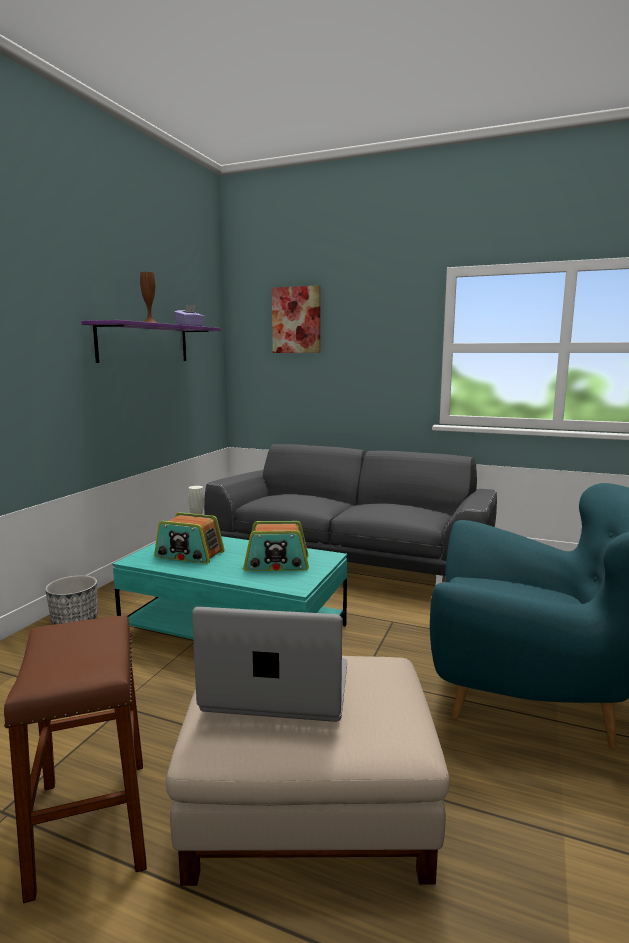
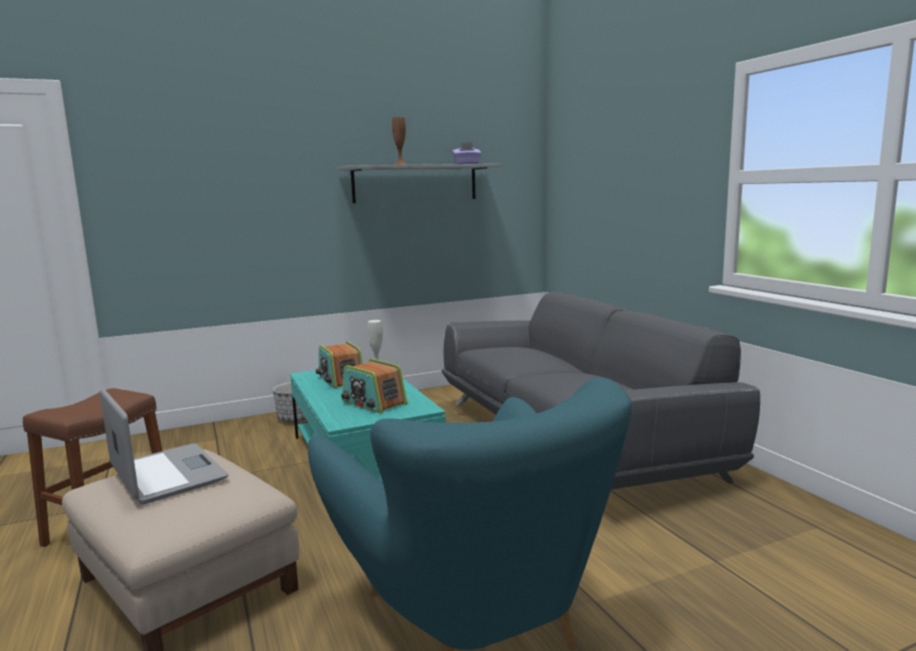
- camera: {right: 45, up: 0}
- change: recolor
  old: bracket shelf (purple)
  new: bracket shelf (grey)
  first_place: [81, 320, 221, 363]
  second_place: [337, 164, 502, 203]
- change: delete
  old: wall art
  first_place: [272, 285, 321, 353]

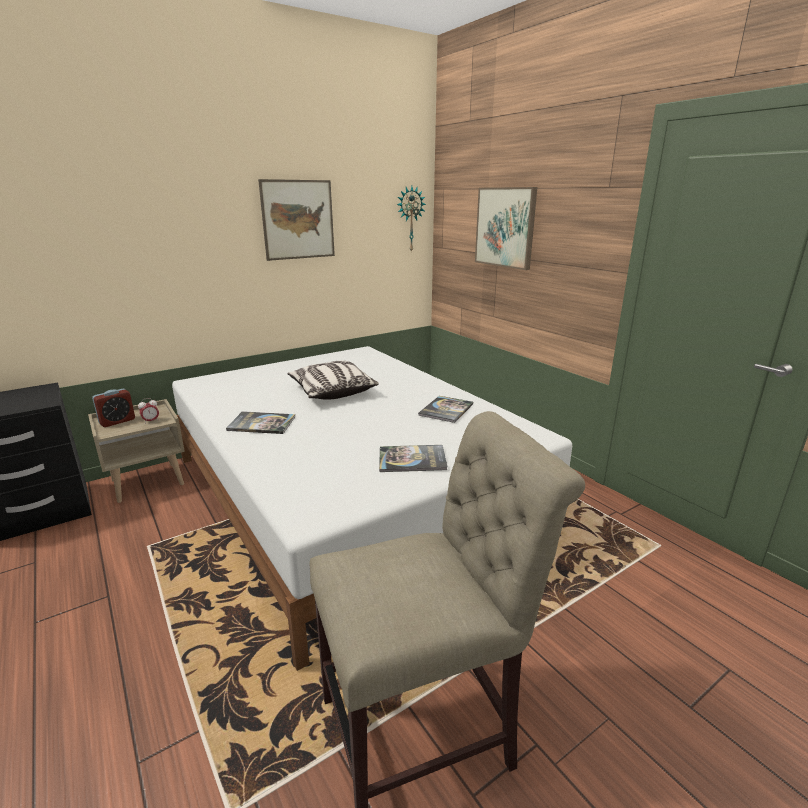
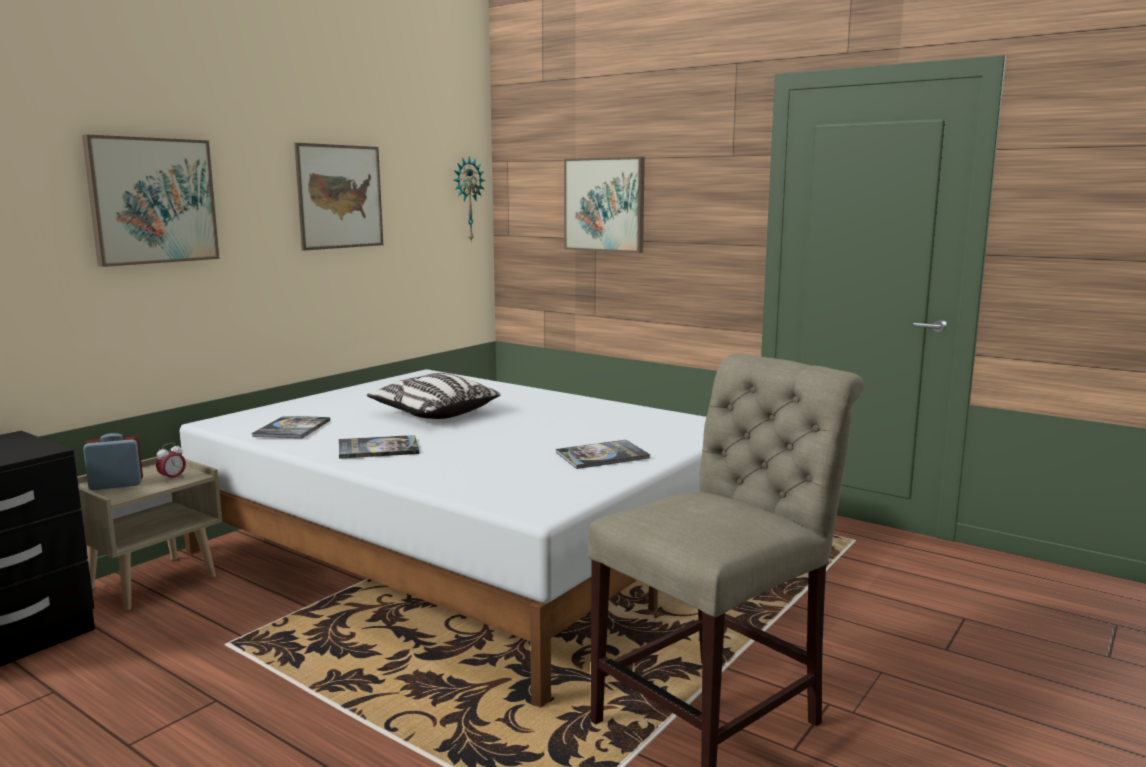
- camera: {right: -20, up: -10}
- change: rotate
  old: bedside clock
  first_place: [92, 389, 135, 427]
  second_place: [83, 433, 143, 490]
  degrees: -135
- change: move
  old: book
  first_place: [418, 396, 473, 423]
  second_place: [252, 416, 330, 438]
- change: insert
  new: wall art
  second_place: [82, 135, 219, 267]

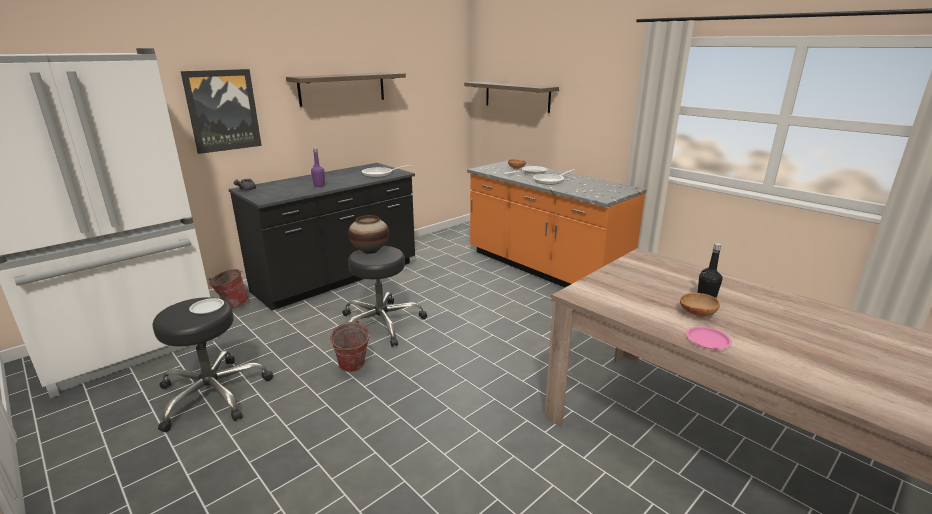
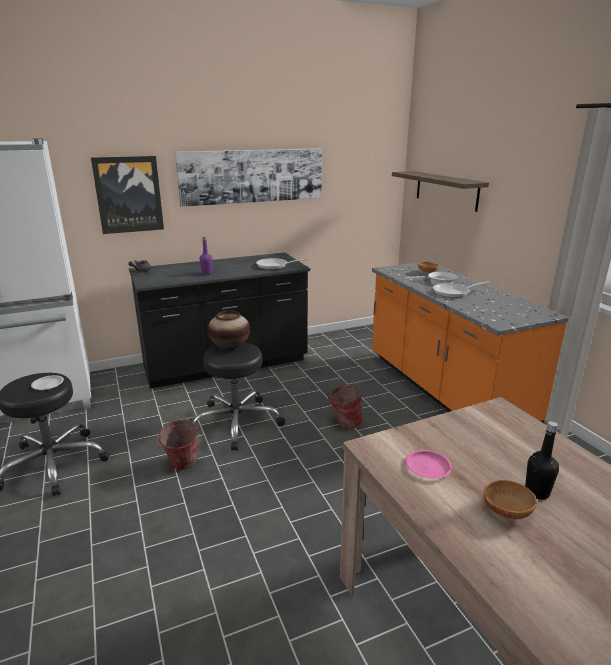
- camera: {right: 20, up: 0}
- change: move
  old: bucket
  first_place: [209, 269, 249, 308]
  second_place: [327, 384, 363, 429]
- change: replace
  old: bracket shelf
  new: wall art
  first_place: [286, 72, 406, 107]
  second_place: [175, 148, 322, 207]
- change: move
  old: plate (pink)
  first_place: [686, 326, 732, 349]
  second_place: [405, 450, 452, 479]

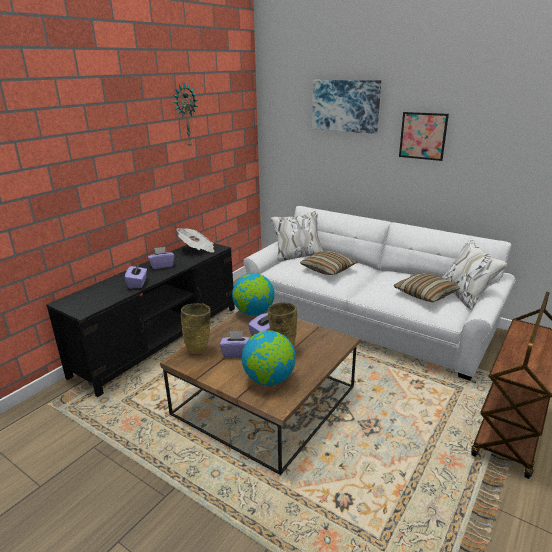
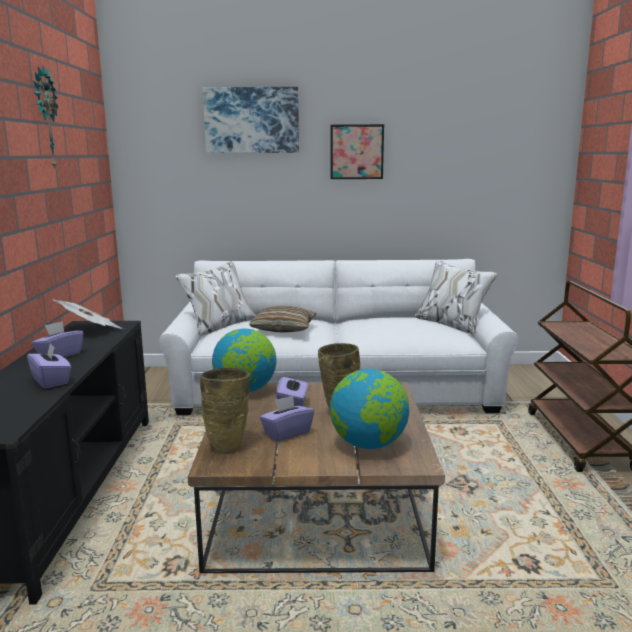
- camera: {right: -35, up: -10}
- change: delete
  old: pillow
  first_place: [394, 273, 460, 302]

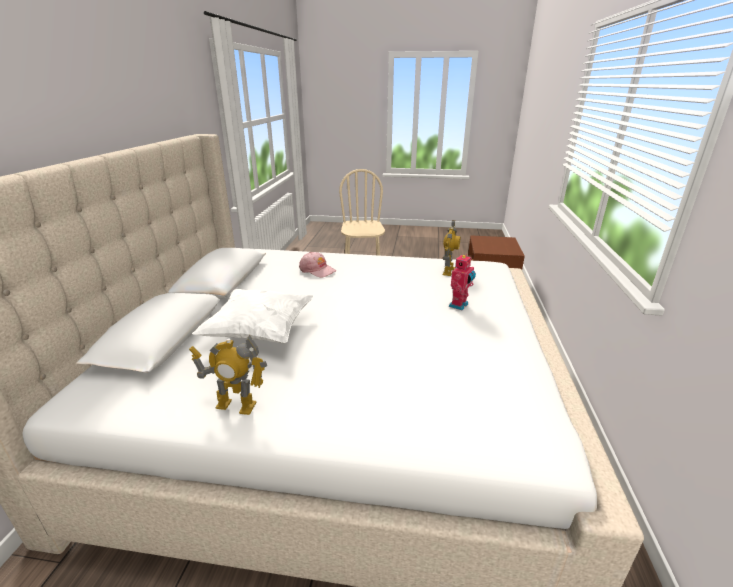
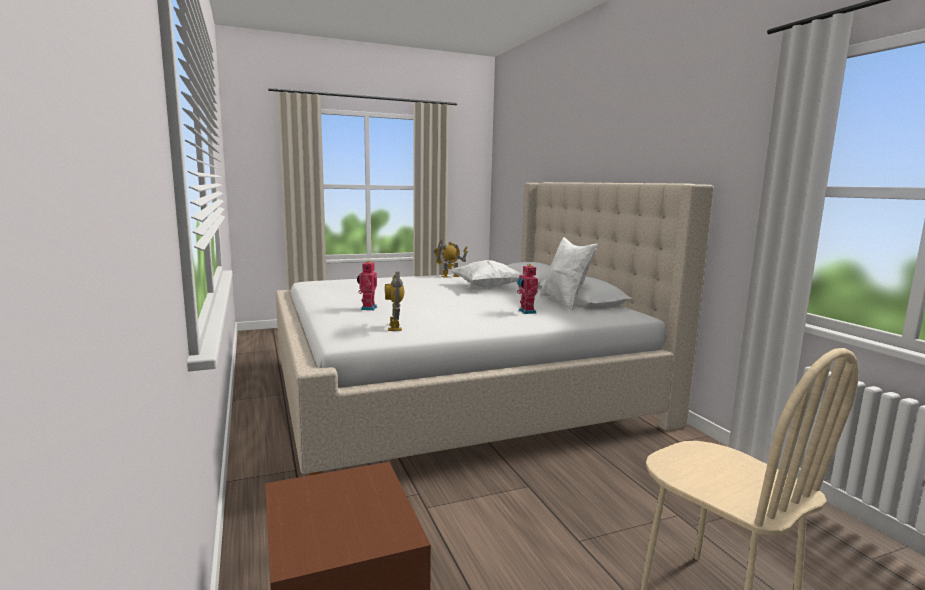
- camera: {right: 150, up: -15}
- change: replace
  old: baseball cap (pink)
  new: toy robot
  first_place: [299, 252, 336, 277]
  second_place: [517, 264, 538, 314]
- change: insert
  new: pillow (white)
  second_place: [540, 237, 598, 311]

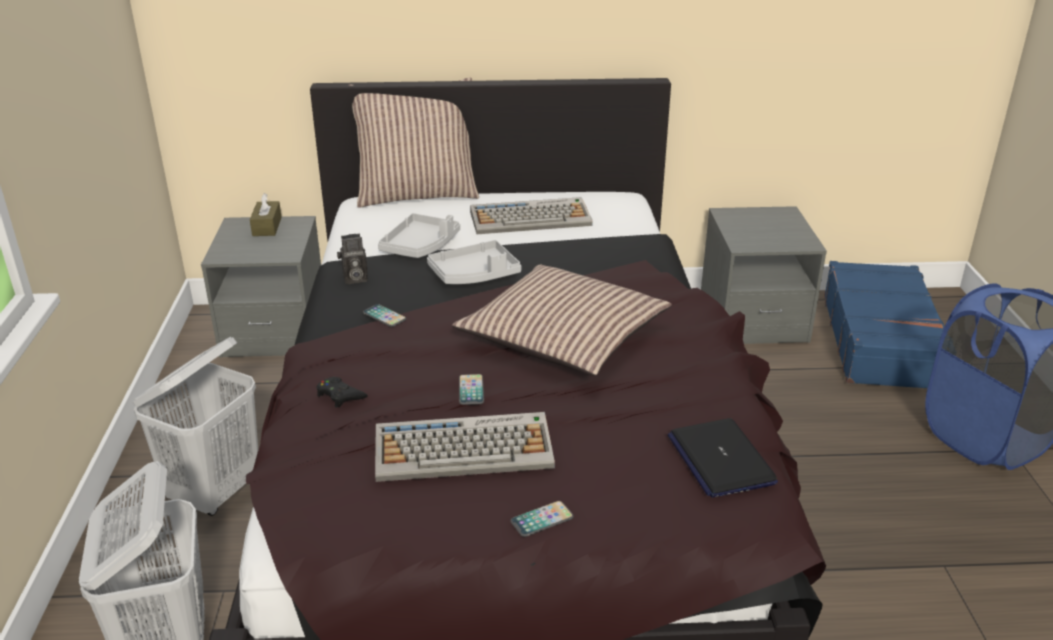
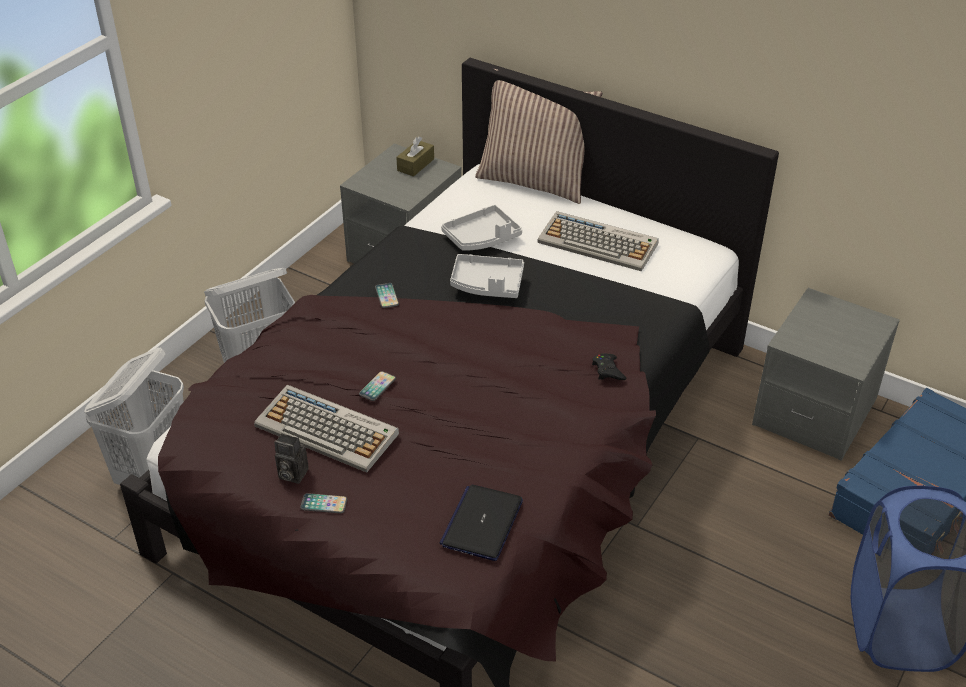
- camera: {right: 35, up: 10}
- change: move
  old: gamepad (black-coloured)
  first_place: [316, 377, 367, 408]
  second_place: [592, 353, 627, 380]
- change: move
  old: photo camera
  first_place: [337, 234, 368, 284]
  second_place: [274, 433, 309, 484]
- change: delete
  old: pillow
  first_place: [452, 265, 672, 376]

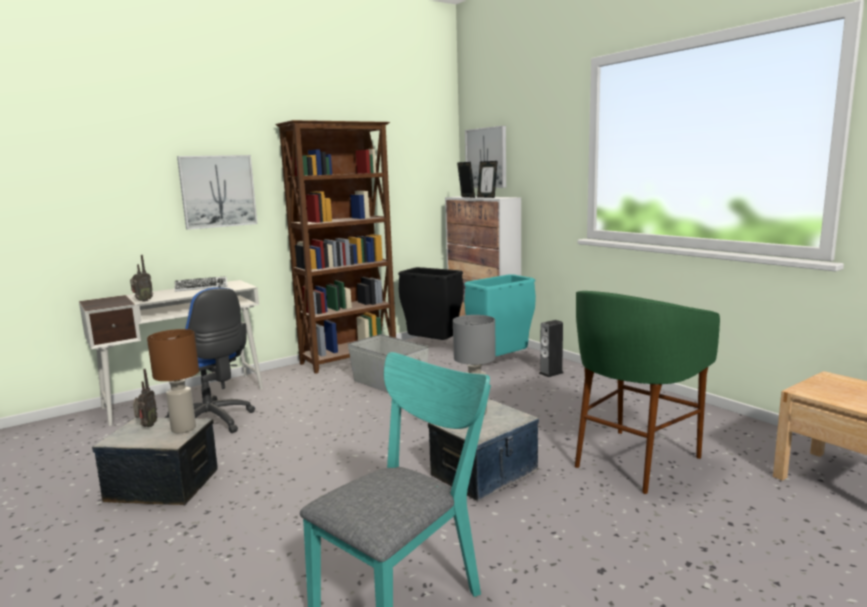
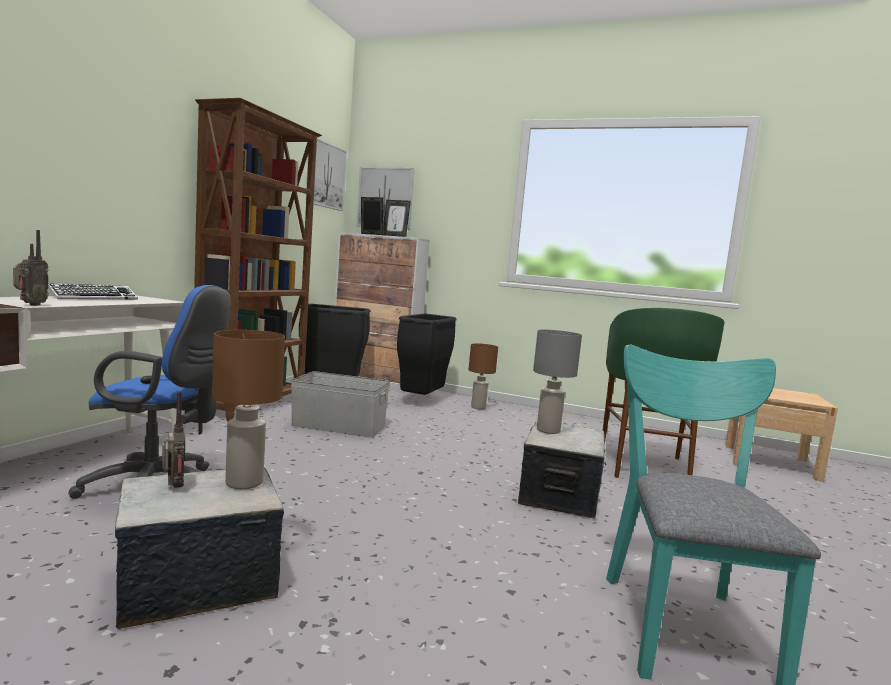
- camera: {right: -35, up: -5}
- change: move
  old: wall art
  first_place: [177, 155, 257, 230]
  second_place: [305, 138, 347, 211]
- change: recolor
  old: trash can (blue-green)
  new: trash can (black-coloured)
  first_place: [464, 274, 536, 356]
  second_place: [397, 314, 456, 395]
- change: replace
  old: audio speaker
  new: table lamp (brown-coloured)
  first_place: [539, 320, 564, 377]
  second_place: [469, 343, 498, 410]

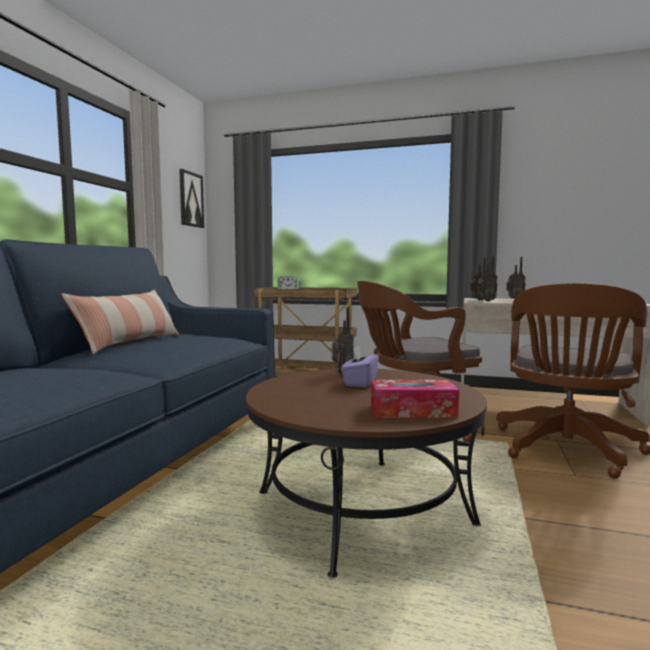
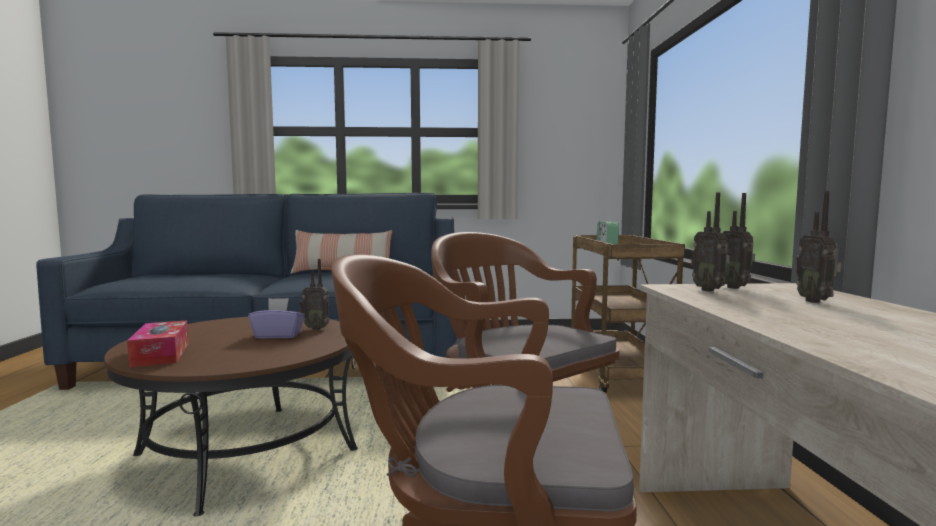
- camera: {right: 70, up: 0}
- change: delete
  old: wall art
  first_place: [179, 169, 204, 228]

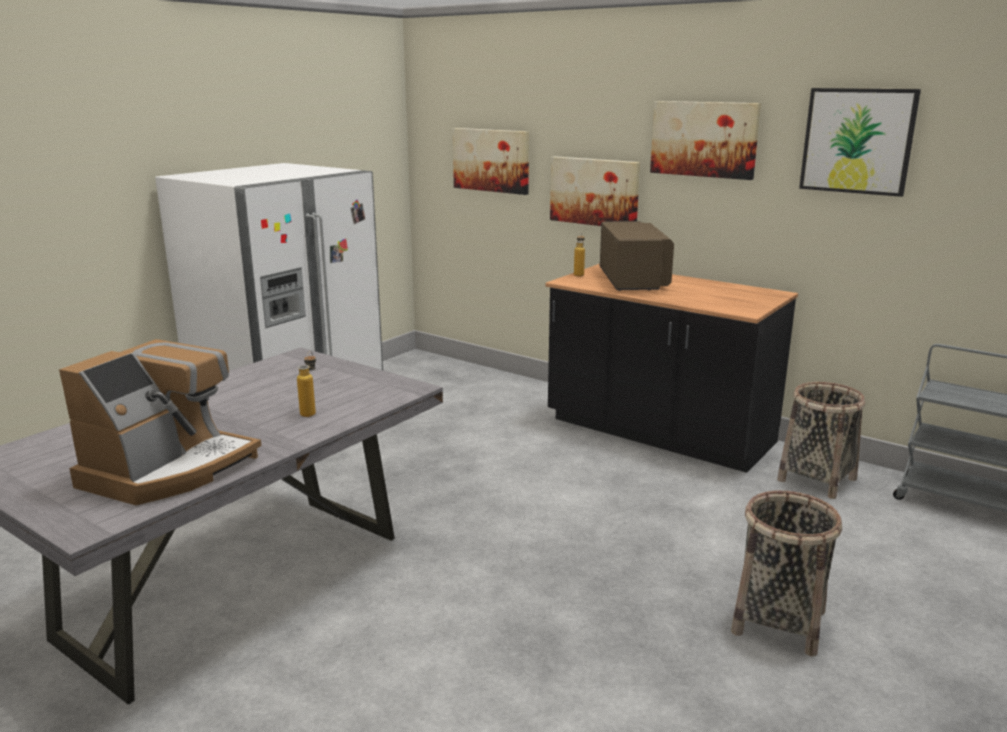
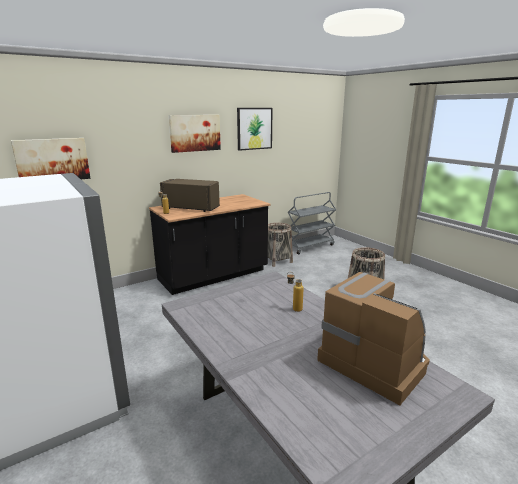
- camera: {right: -70, up: 0}
- change: delete
  old: wall art
  first_place: [550, 156, 640, 226]

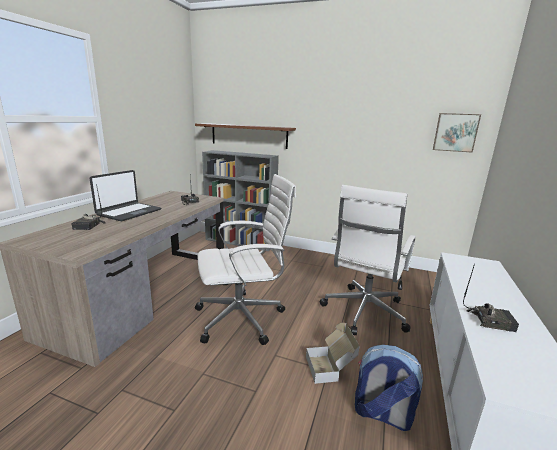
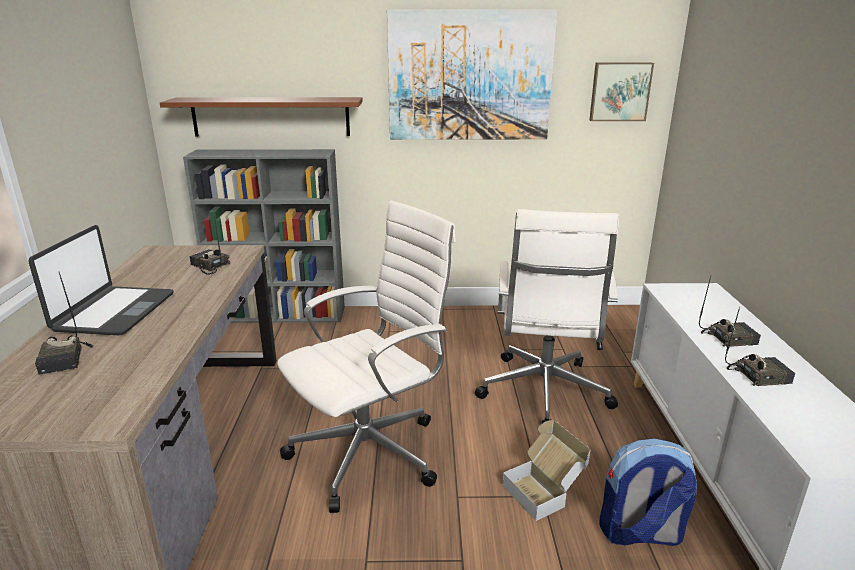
- camera: {right: -20, up: 5}
- change: insert
  new: wall art
  second_place: [387, 9, 558, 140]
- change: insert
  new: radio
  second_place: [699, 276, 761, 347]

